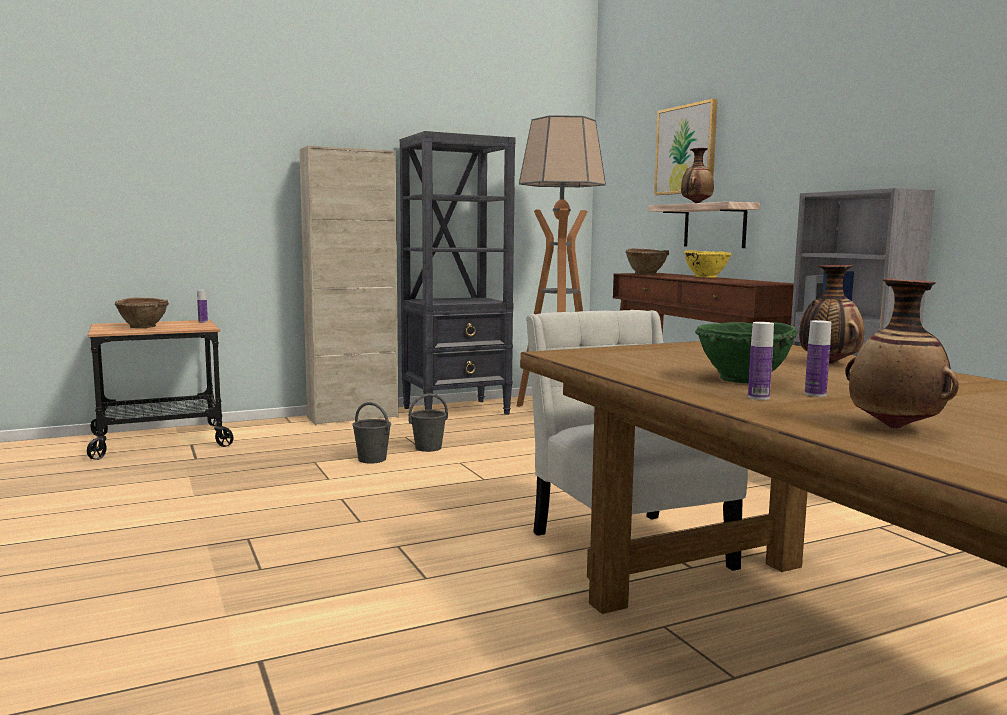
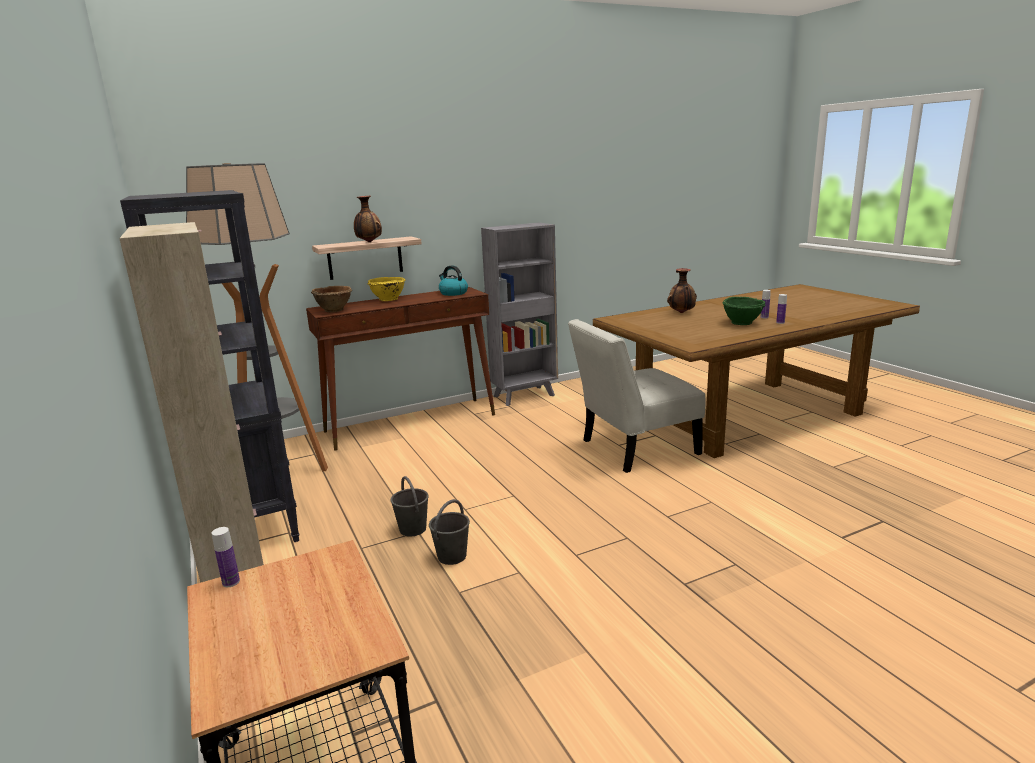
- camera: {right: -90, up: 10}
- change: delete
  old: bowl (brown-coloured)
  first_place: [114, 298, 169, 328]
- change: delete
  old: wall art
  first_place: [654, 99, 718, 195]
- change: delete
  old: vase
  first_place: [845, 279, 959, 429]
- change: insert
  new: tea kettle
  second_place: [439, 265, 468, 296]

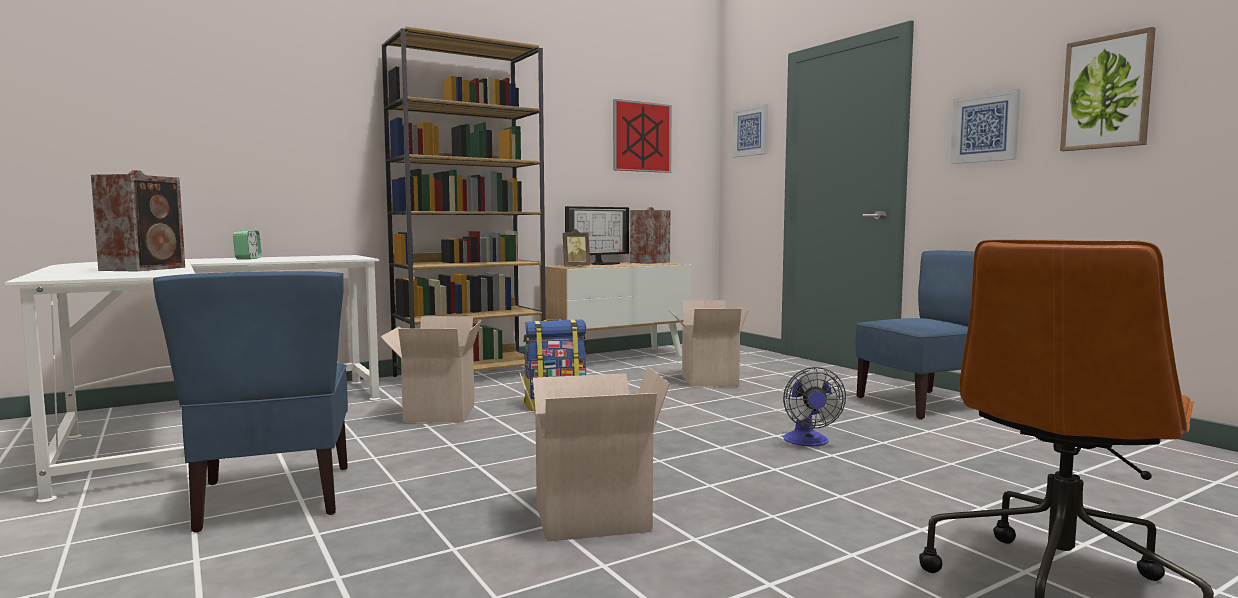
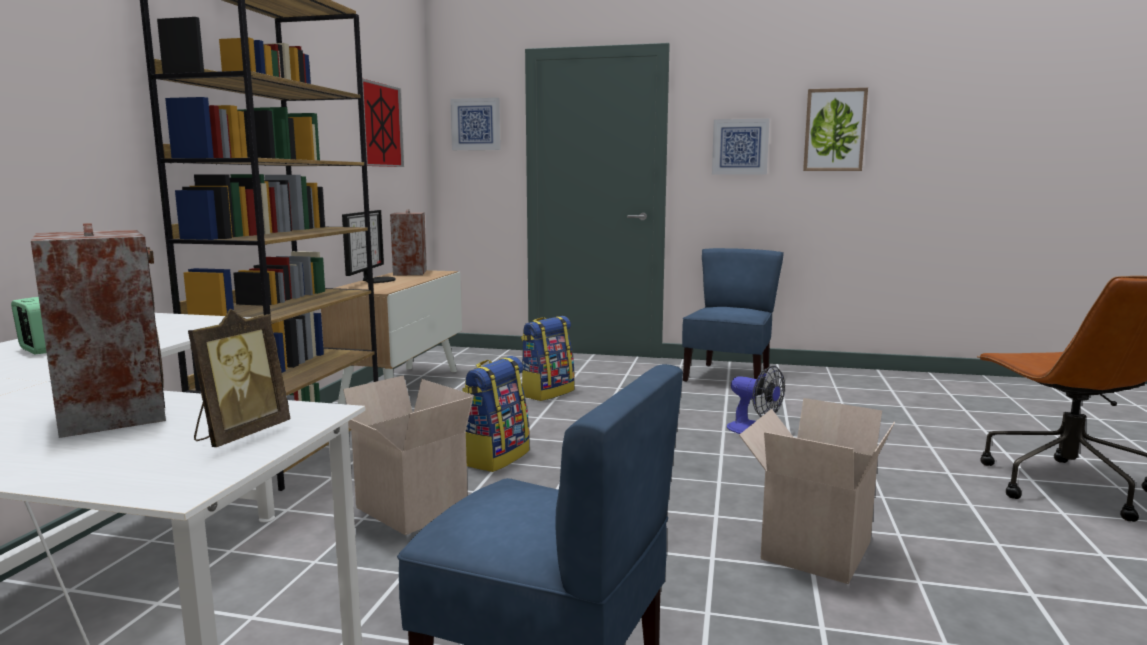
- camera: {right: -45, up: 5}
- change: move
  old: photo frame
  first_place: [563, 229, 590, 267]
  second_place: [188, 308, 290, 447]
- change: replace
  old: carton
  new: rucksack
  first_place: [668, 300, 748, 387]
  second_place: [521, 316, 575, 401]

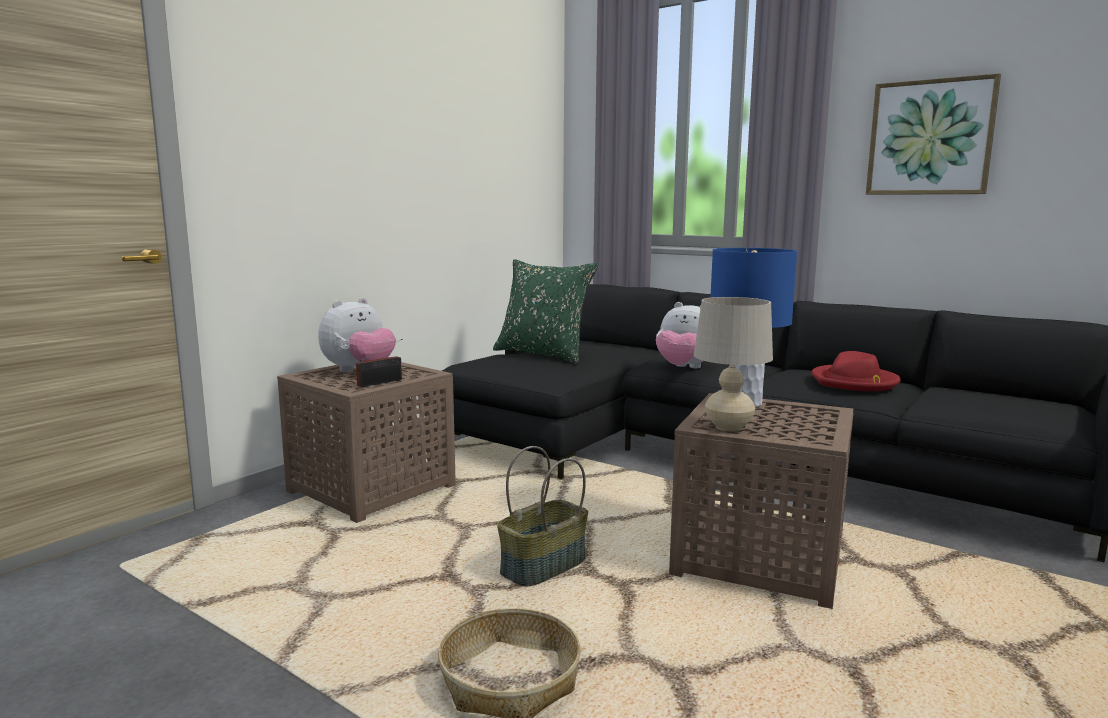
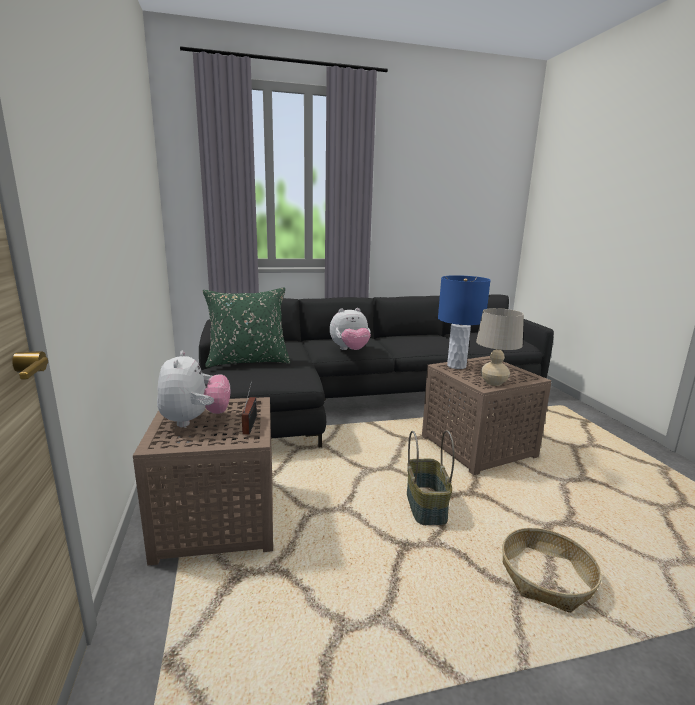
- camera: {right: -50, up: 5}
- change: delete
  old: wearable hat (red)
  first_place: [812, 351, 901, 391]
- change: delete
  old: wall art
  first_place: [866, 73, 1001, 195]

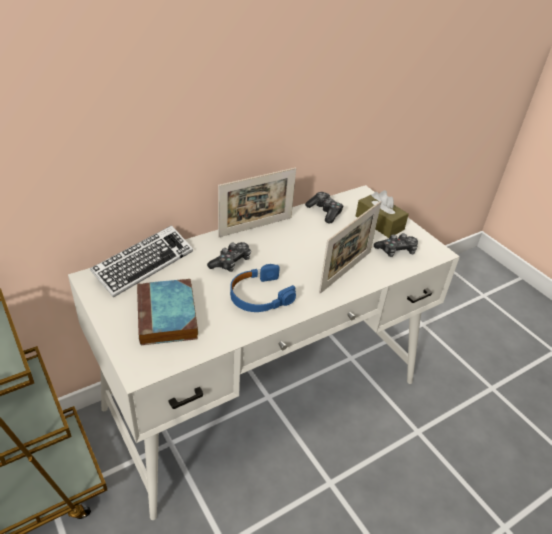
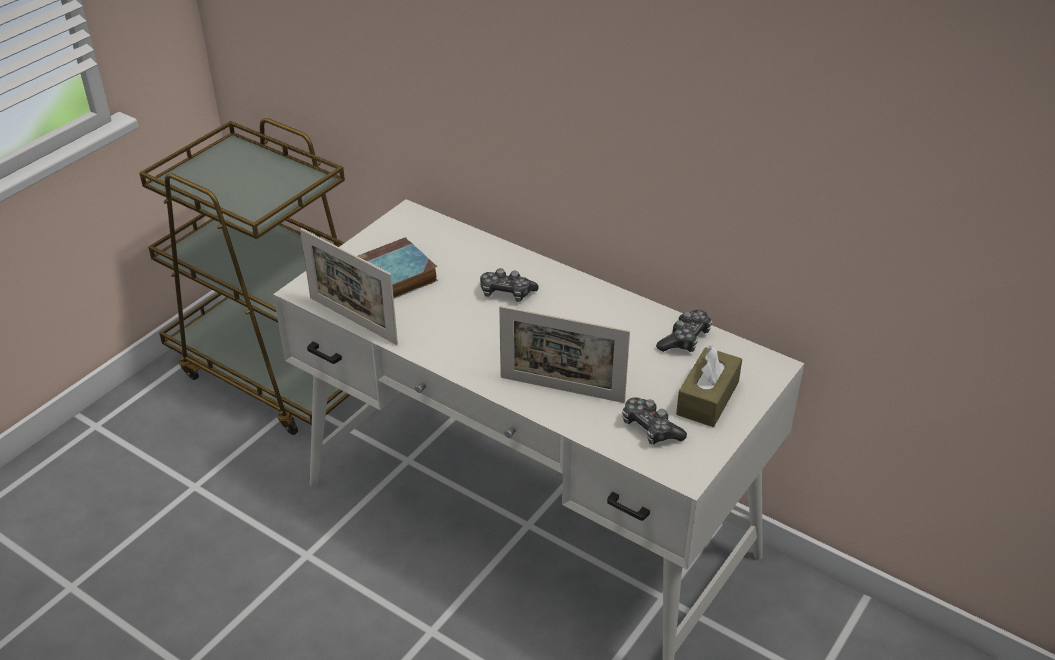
- camera: {right: 70, up: 0}
- change: delete
  old: keyboard
  first_place: [90, 225, 193, 298]
- change: move
  old: photo frame
  first_place: [218, 167, 296, 237]
  second_place: [300, 228, 398, 345]
- change: delete
  old: headset (blue)
  first_place: [230, 264, 296, 312]

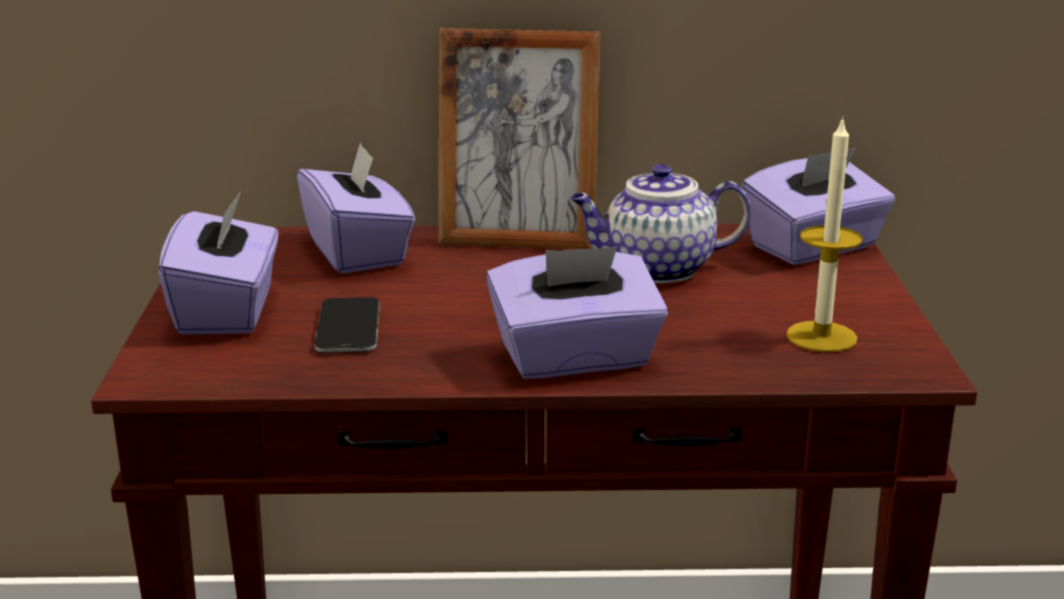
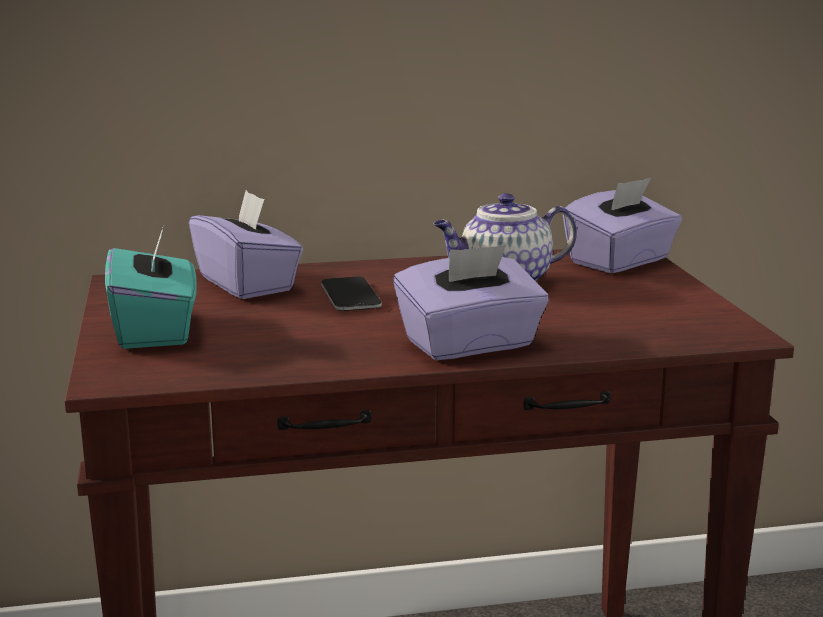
- camera: {right: -10, up: -5}
- change: recolor
  old: box of tissues (purple)
  new: box of tissues (blue-green)
  first_place: [158, 191, 278, 335]
  second_place: [105, 226, 197, 349]
- change: move
  old: phone
  first_place: [315, 297, 380, 353]
  second_place: [321, 277, 382, 311]
- change: delete
  old: photo frame
  first_place: [438, 28, 601, 249]
- change: delete
  old: wax candle
  first_place: [786, 117, 863, 352]

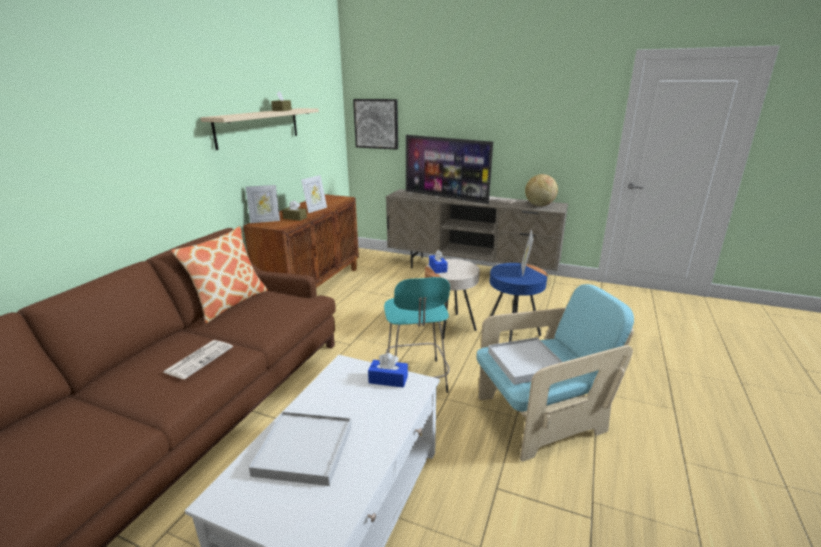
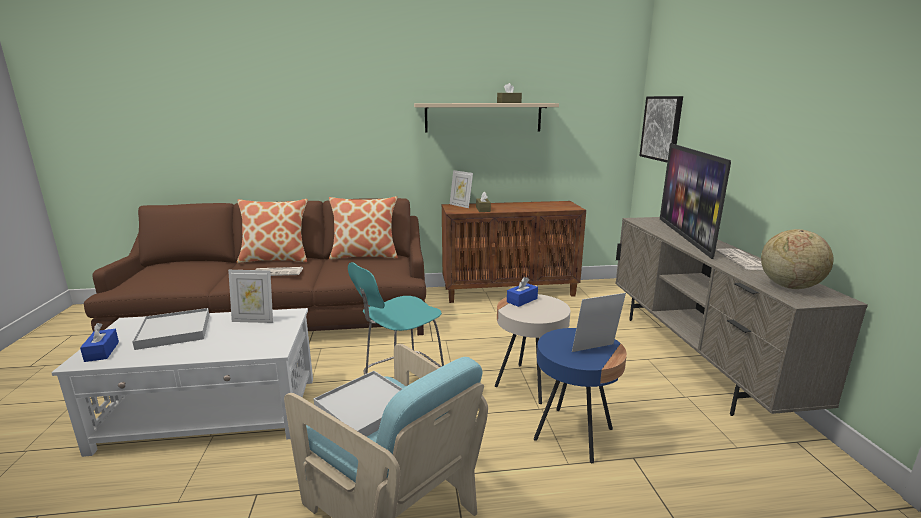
- camera: {right: 60, up: -5}
- change: move
  old: photo frame
  first_place: [301, 175, 327, 213]
  second_place: [228, 270, 273, 323]
- change: move
  old: box of tissues (blue)
  first_place: [368, 353, 408, 388]
  second_place: [80, 323, 119, 362]
- change: insert
  new: pillow
  second_place: [237, 199, 308, 263]

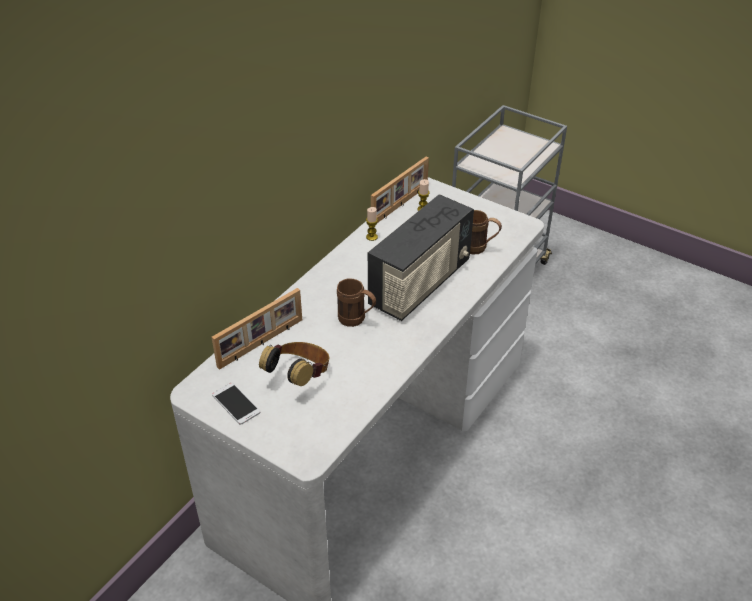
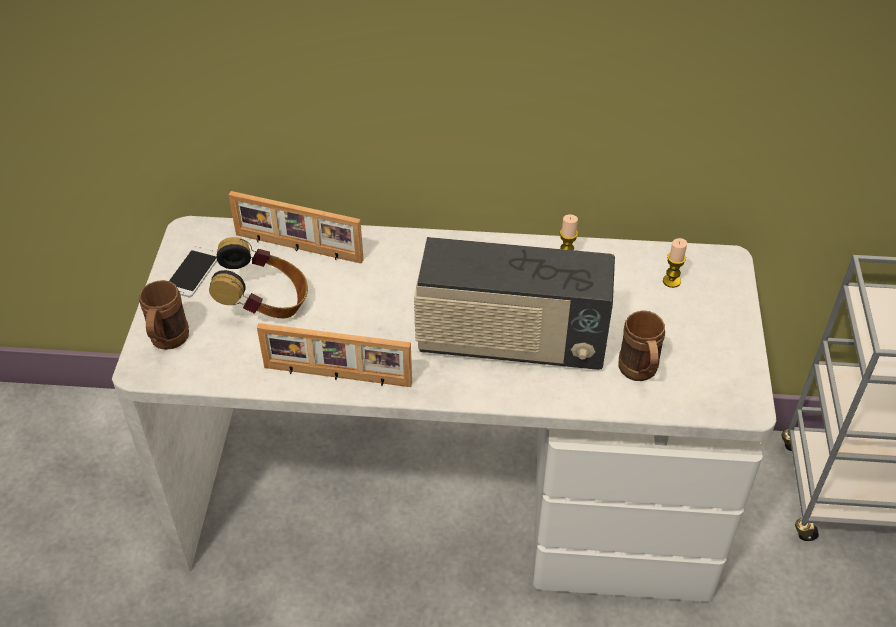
- camera: {right: 60, up: 5}
- change: move
  old: mug (brown-coloured)
  first_place: [337, 278, 376, 327]
  second_place: [139, 280, 189, 350]
- change: move
  old: photo frame
  first_place: [371, 157, 429, 223]
  second_place: [257, 323, 412, 387]

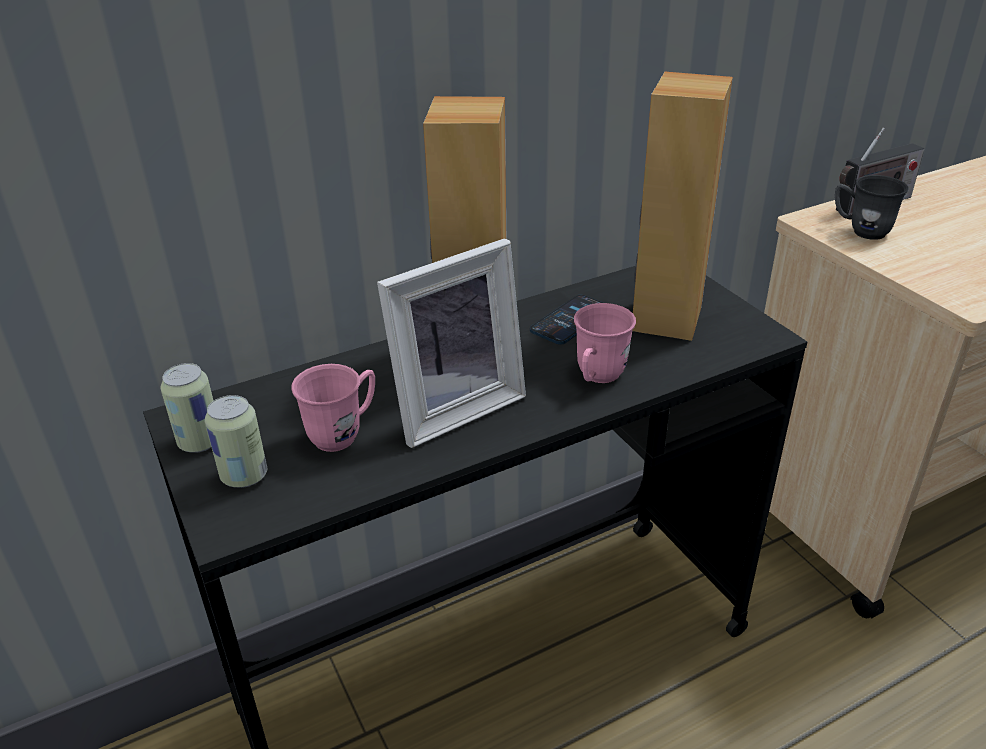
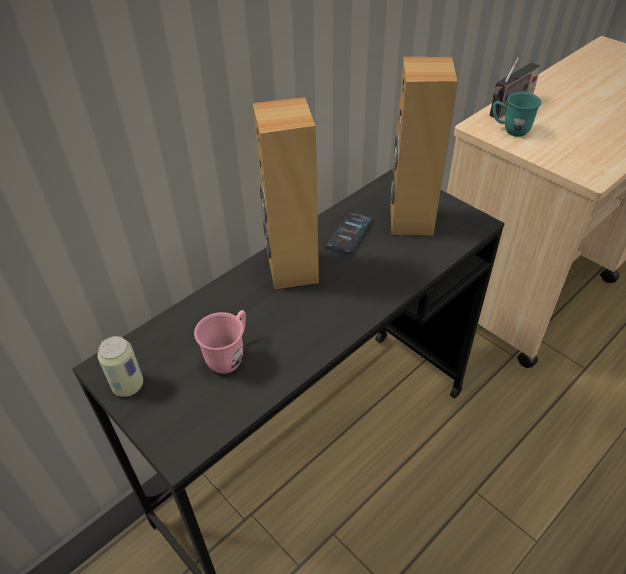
- camera: {right: -15, up: 10}
- change: delete
  old: metal can
  first_place: [205, 395, 267, 488]
- change: delete
  old: photo frame
  first_place: [377, 238, 526, 448]
- change: delete
  old: mug (pink)
  first_place: [574, 303, 636, 383]
- change: recolor
  old: mug (grey)
  new: mug (blue-green)
  first_place: [835, 175, 909, 240]
  second_place: [492, 92, 542, 137]

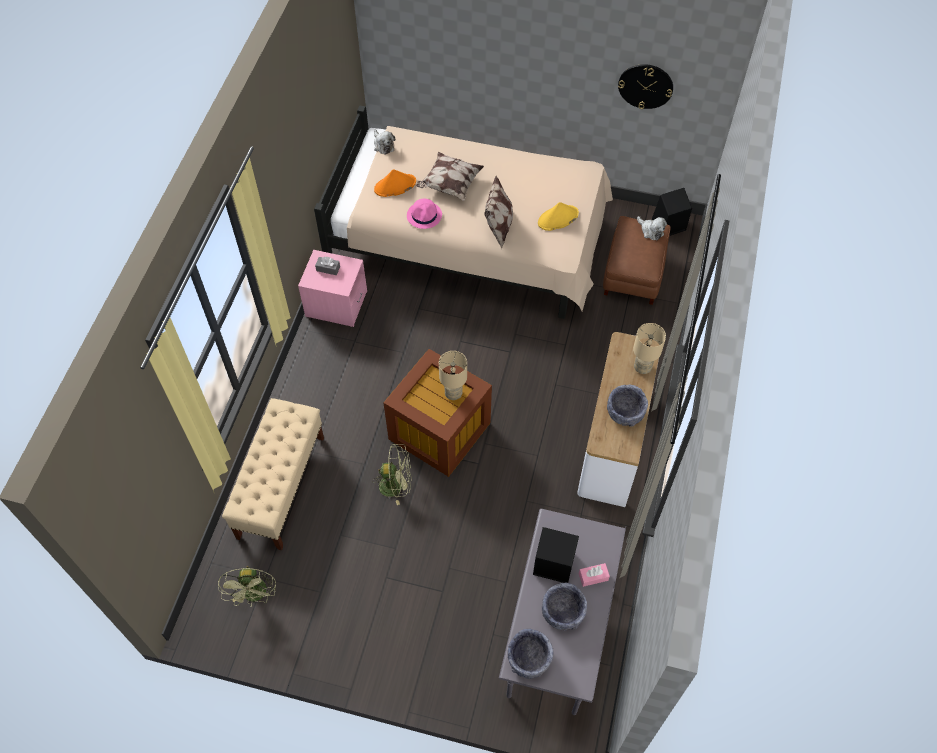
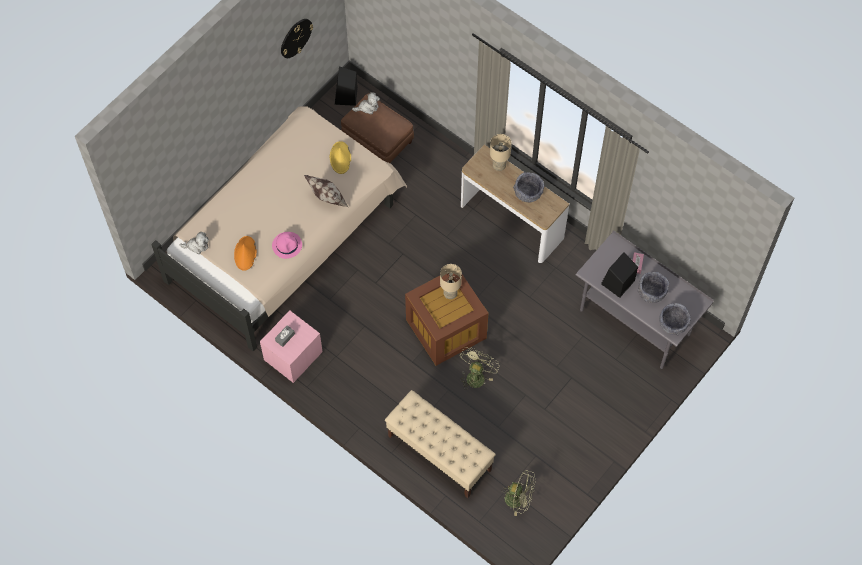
- camera: {right: -65, up: 5}
- change: delete
  old: pillow
  first_place: [416, 152, 484, 201]

